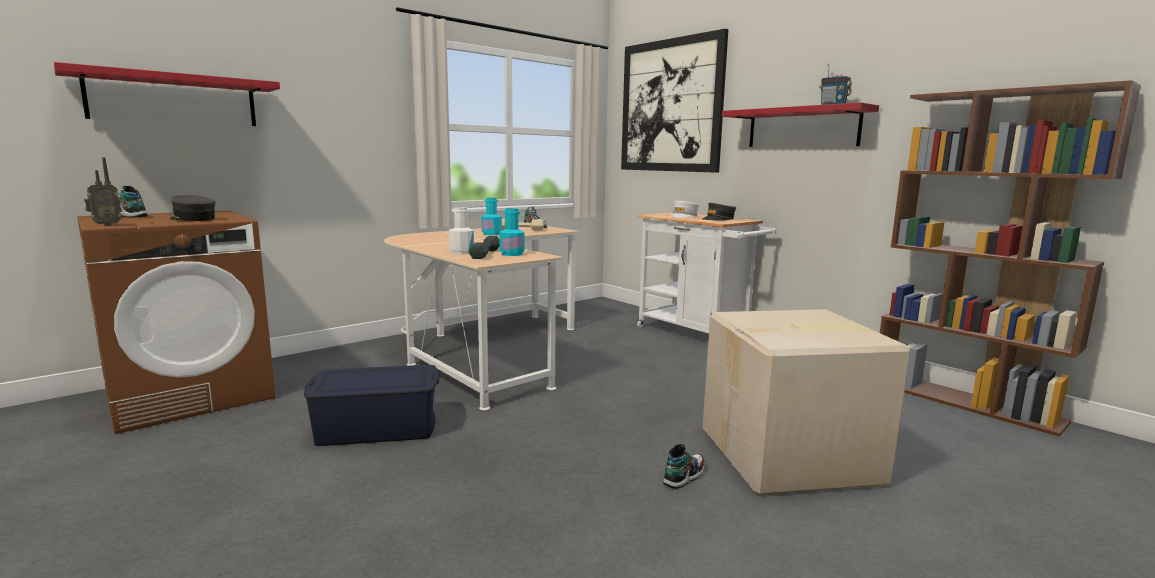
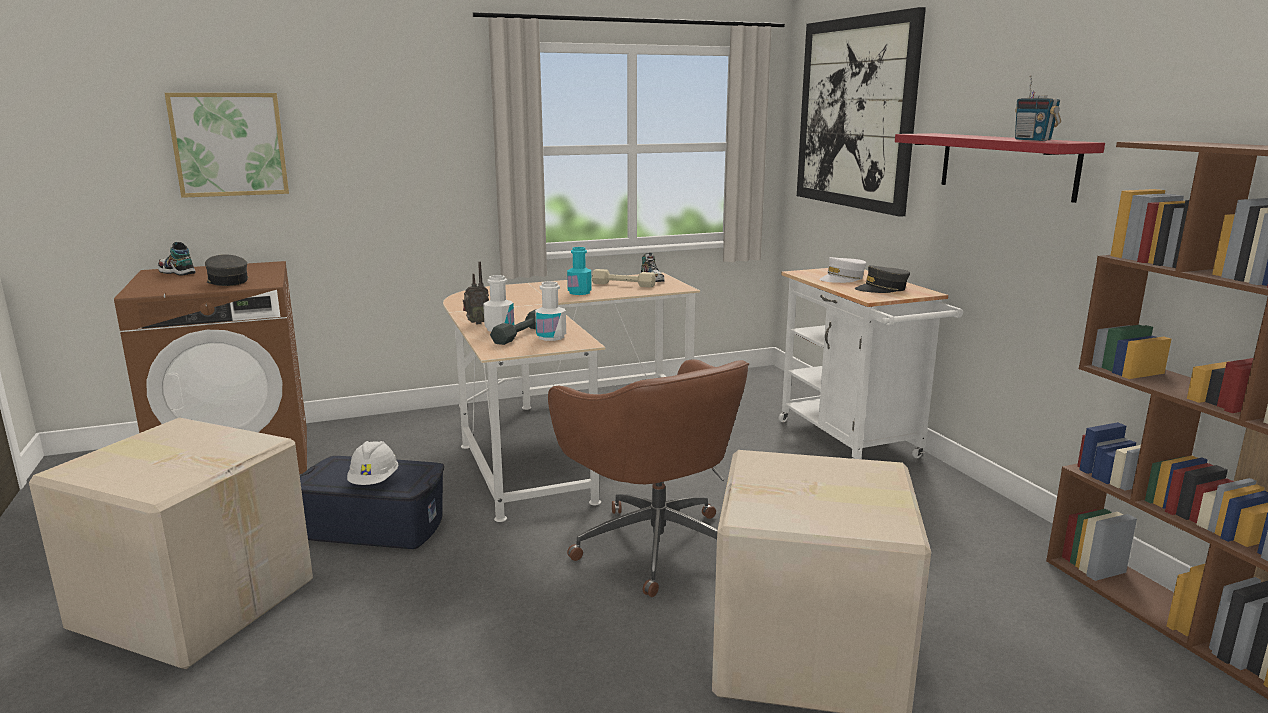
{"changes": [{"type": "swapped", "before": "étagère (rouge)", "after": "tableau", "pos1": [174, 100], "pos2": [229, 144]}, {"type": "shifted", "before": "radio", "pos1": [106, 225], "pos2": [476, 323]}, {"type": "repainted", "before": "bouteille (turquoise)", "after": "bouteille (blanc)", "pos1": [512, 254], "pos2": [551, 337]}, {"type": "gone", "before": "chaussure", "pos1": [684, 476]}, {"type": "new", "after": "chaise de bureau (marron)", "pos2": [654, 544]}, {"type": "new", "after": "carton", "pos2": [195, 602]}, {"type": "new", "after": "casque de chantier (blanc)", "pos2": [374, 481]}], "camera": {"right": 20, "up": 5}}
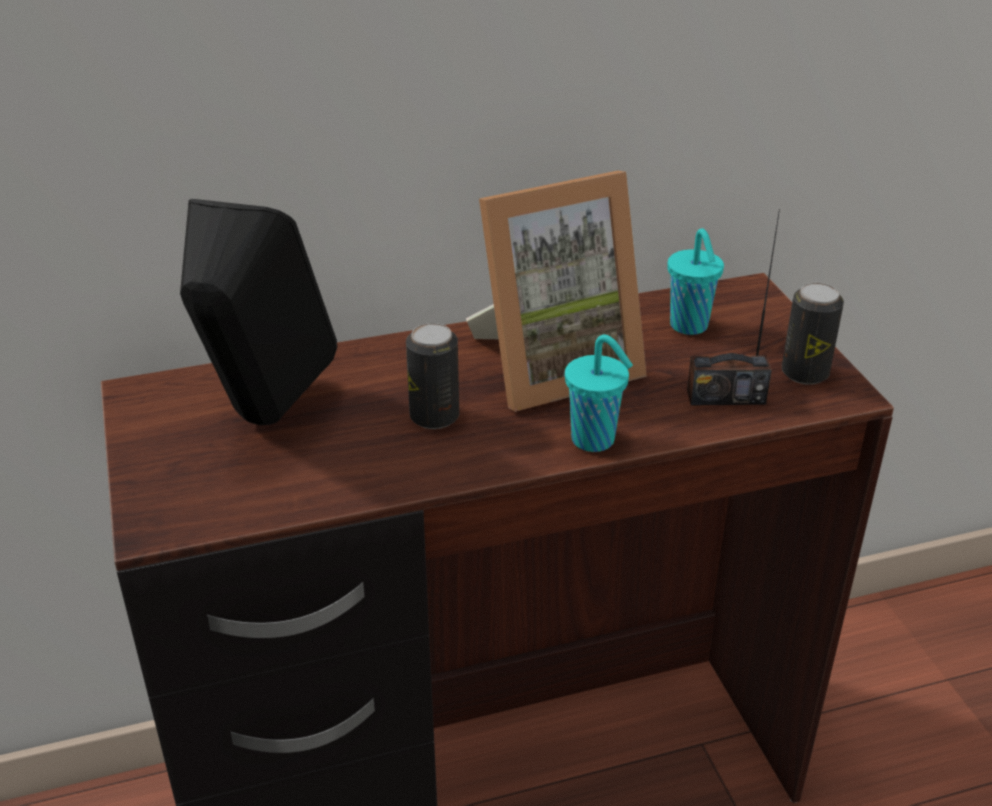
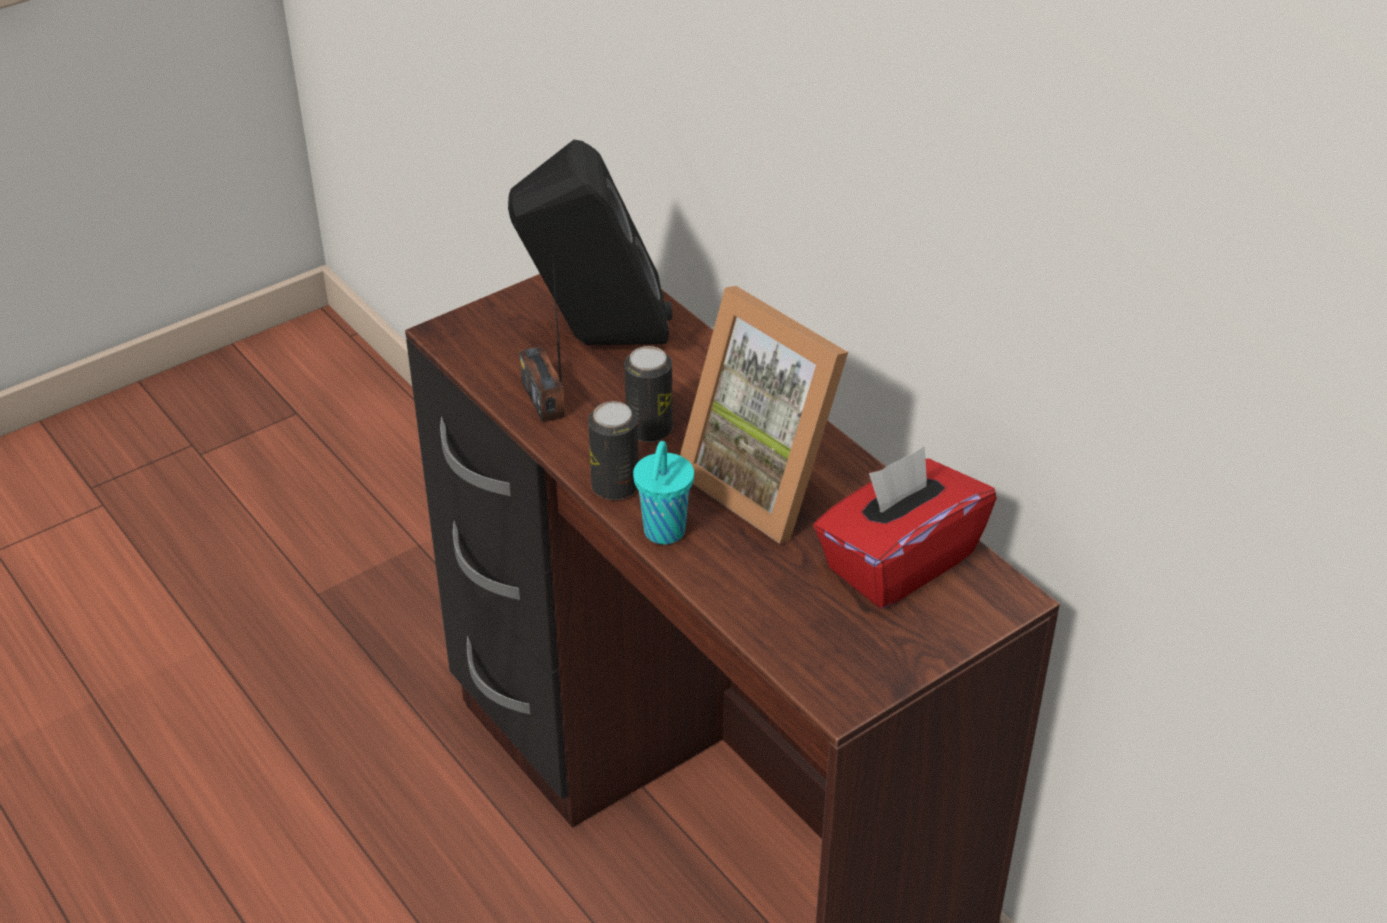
{"changes": [{"type": "shifted", "before": "radio", "pos1": [726, 397], "pos2": [543, 399]}, {"type": "swapped", "before": "tasse (turquoise)", "after": "boîte à mouchoirs (rouge)", "pos1": [690, 327], "pos2": [898, 561]}, {"type": "shifted", "before": "boîte métallique", "pos1": [805, 373], "pos2": [615, 486]}], "camera": {"right": 70, "up": 5}}
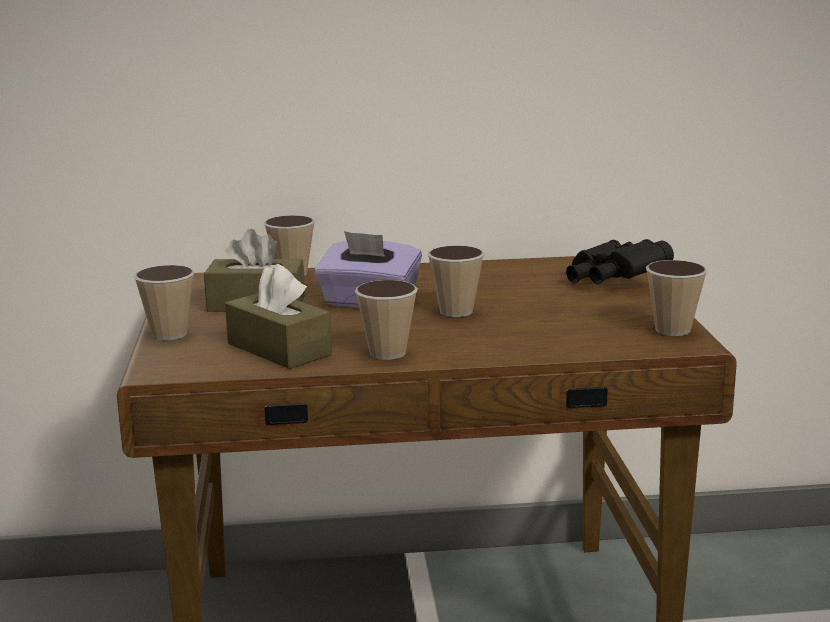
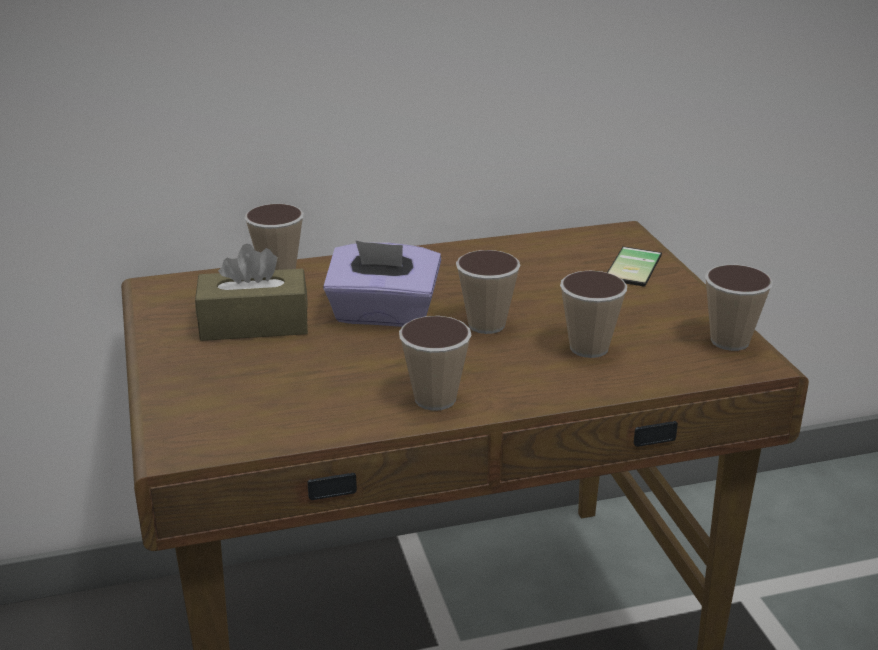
{"changes": [{"type": "swapped", "before": "jumelles (noir)", "after": "téléphone", "pos1": [612, 282], "pos2": [637, 267]}, {"type": "gone", "before": "boîte à mouchoirs (marron)", "pos1": [279, 349]}, {"type": "shifted", "before": "tasse", "pos1": [169, 334], "pos2": [589, 348]}], "camera": {"right": -10, "up": 10}}
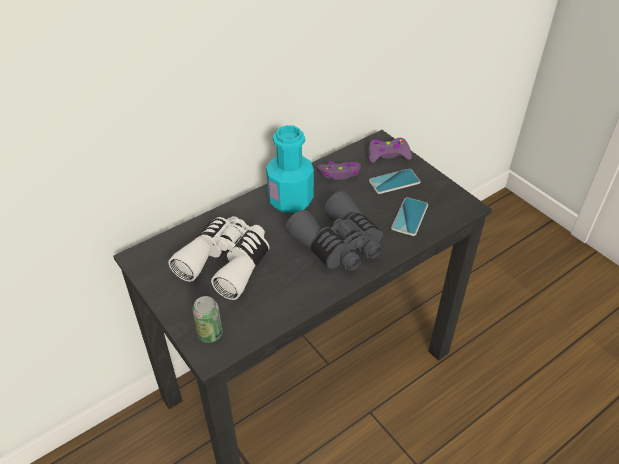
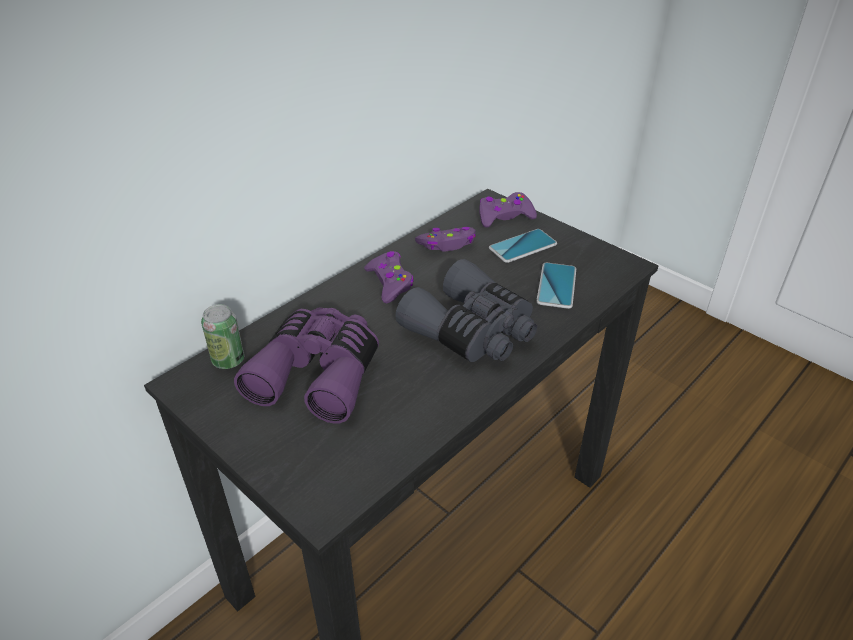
{"changes": [{"type": "swapped", "before": "bouteille (turquoise)", "after": "manette (violet)", "pos1": [290, 200], "pos2": [390, 282]}, {"type": "repainted", "before": "jumelles (blanc)", "after": "jumelles (violet)", "pos1": [227, 262], "pos2": [318, 373]}, {"type": "shifted", "before": "boîte métallique", "pos1": [210, 334], "pos2": [228, 360]}], "camera": {"right": -10, "up": -5}}
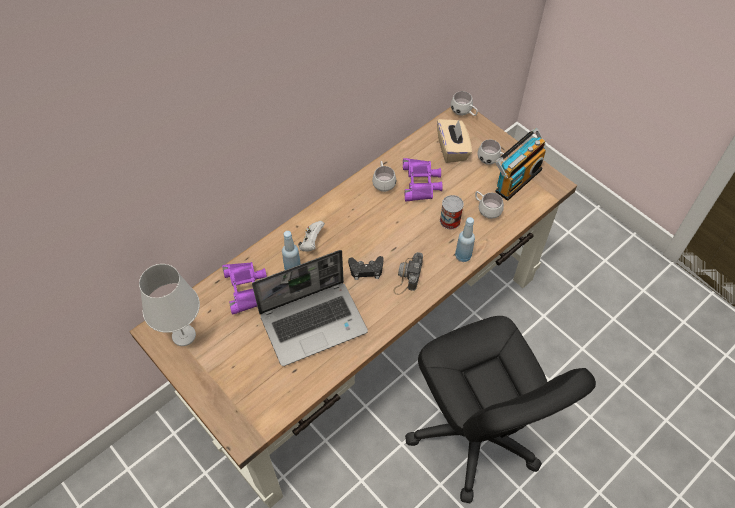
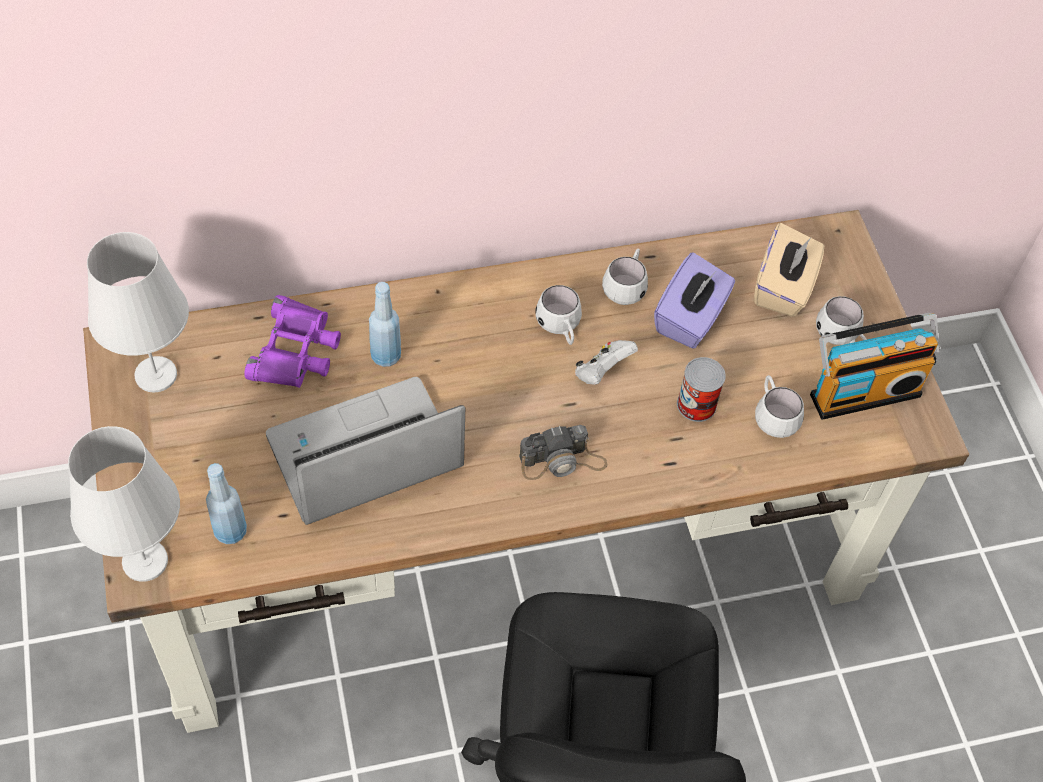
{"changes": [{"type": "shifted", "before": "mug (blanc)", "pos1": [464, 113], "pos2": [560, 329]}, {"type": "swapped", "before": "jumelles (violet)", "after": "boîte à mouchoirs (violet)", "pos1": [421, 183], "pos2": [690, 318]}, {"type": "shifted", "before": "bouteille (bleu)", "pos1": [463, 256], "pos2": [230, 531]}, {"type": "shifted", "before": "manette (blanc)", "pos1": [311, 242], "pos2": [602, 372]}, {"type": "rotated", "before": "ordinateur portable", "pos1": [314, 322], "pos2": [363, 456], "turn": 150}, {"type": "rotated", "before": "appareil photo", "pos1": [408, 277], "pos2": [562, 461], "turn": -150}, {"type": "gone", "before": "manette (noir)", "pos1": [366, 270]}, {"type": "new", "after": "lampe de table (blanc)", "pos2": [144, 561]}], "camera": {"right": 25, "up": 0}}
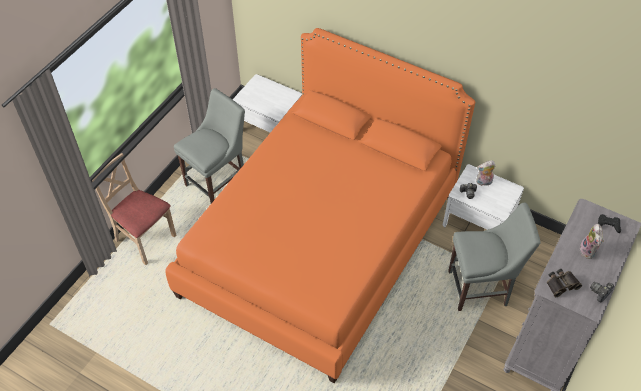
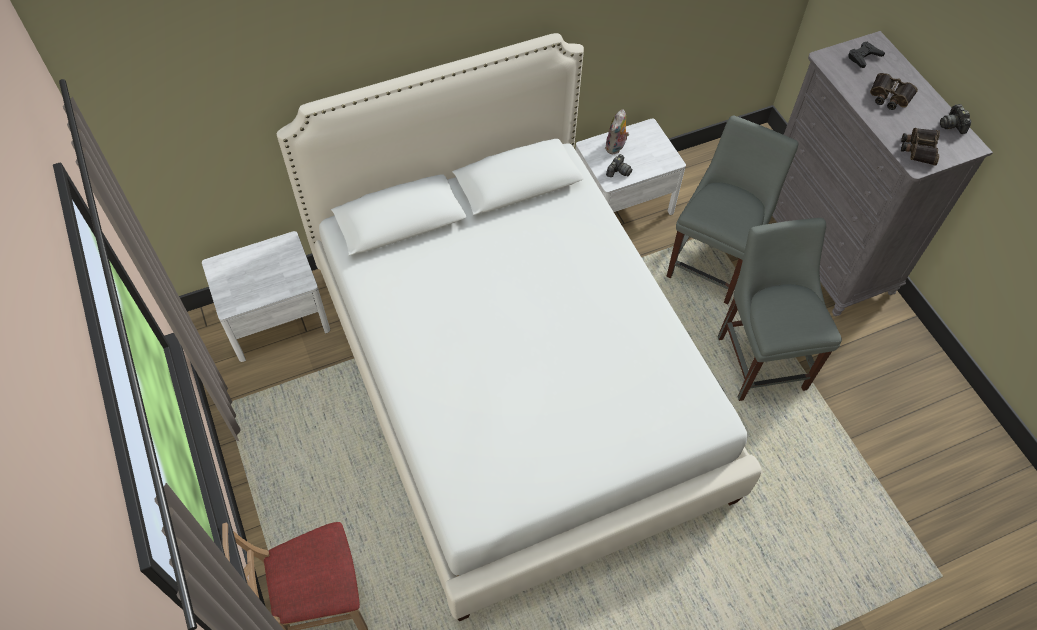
{"changes": [{"type": "repainted", "before": "lit (orange)", "after": "lit (blanc)", "pos1": [321, 242], "pos2": [516, 380]}, {"type": "shifted", "before": "chaise (gris)", "pos1": [218, 182], "pos2": [760, 358]}, {"type": "swapped", "before": "peluche", "after": "jumelles", "pos1": [589, 251], "pos2": [889, 96]}], "camera": {"right": -55, "up": 5}}
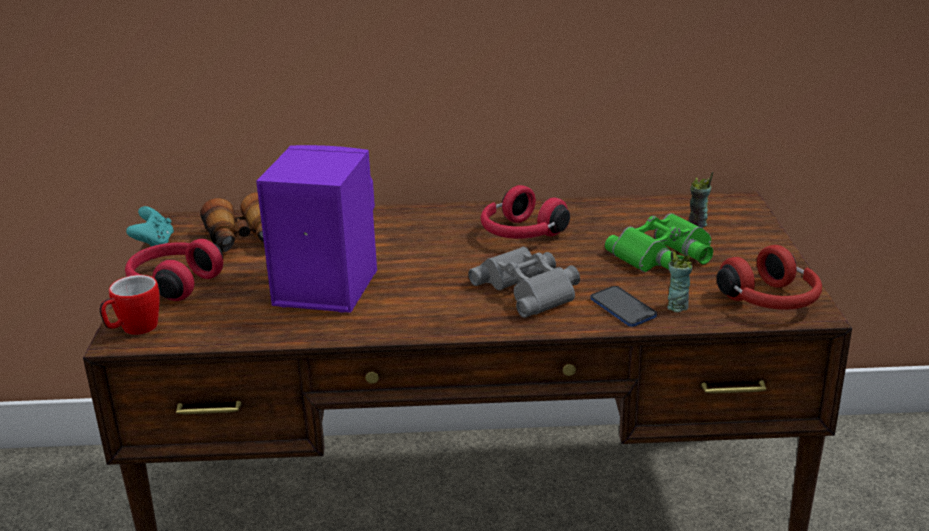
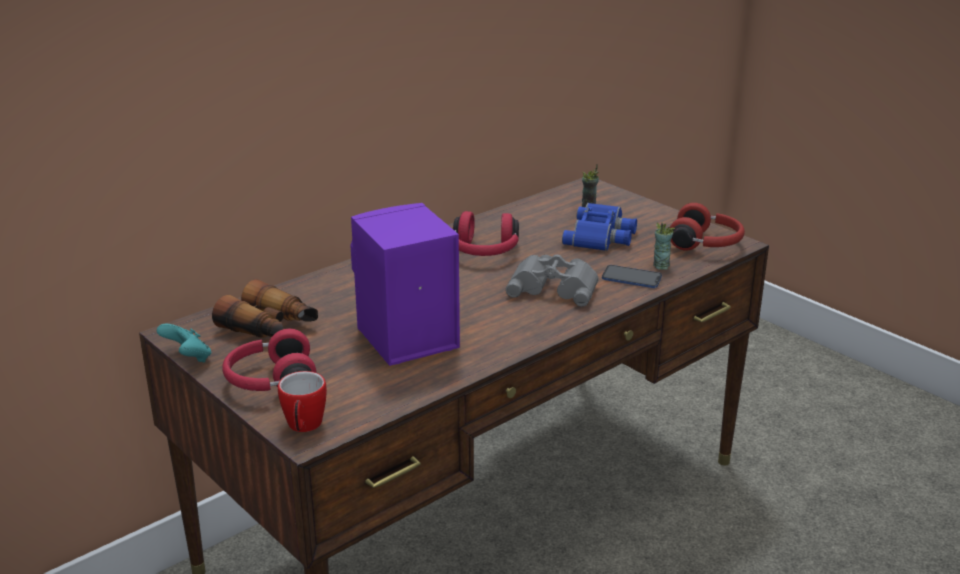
{"changes": [{"type": "repainted", "before": "jumelles (vert)", "after": "jumelles (bleu)", "pos1": [664, 255], "pos2": [601, 236]}], "camera": {"right": -40, "up": 0}}
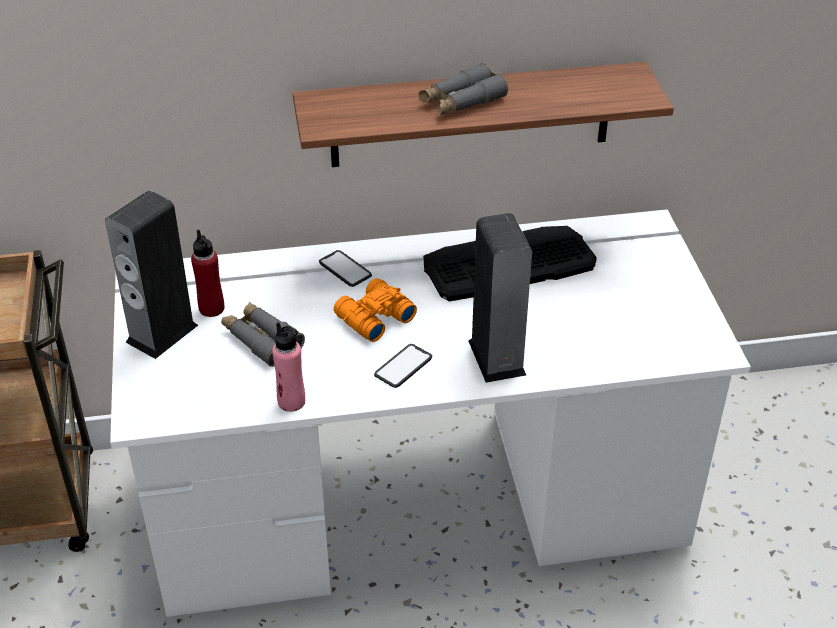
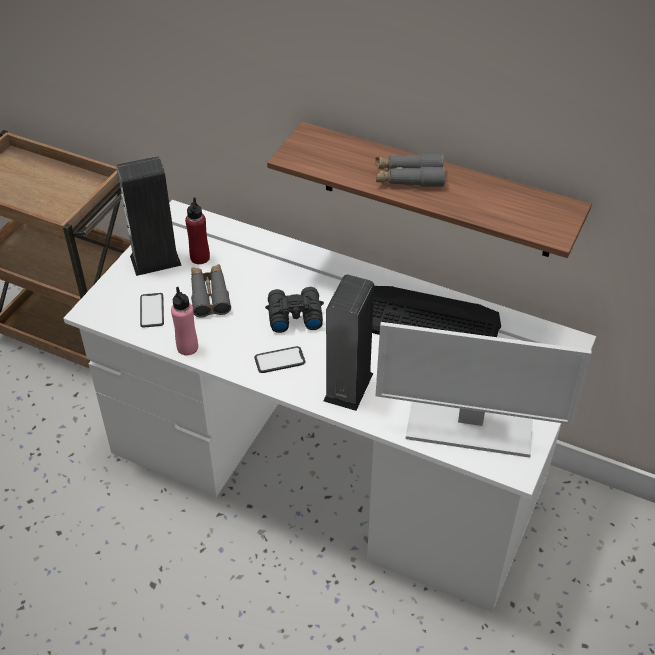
{"changes": [{"type": "shifted", "before": "téléphone", "pos1": [345, 269], "pos2": [152, 311]}, {"type": "repainted", "before": "jumelles (orange)", "after": "jumelles (noir)", "pos1": [373, 318], "pos2": [293, 315]}, {"type": "new", "after": "écran d'ordinateur", "pos2": [468, 425]}], "camera": {"right": 35, "up": 5}}
